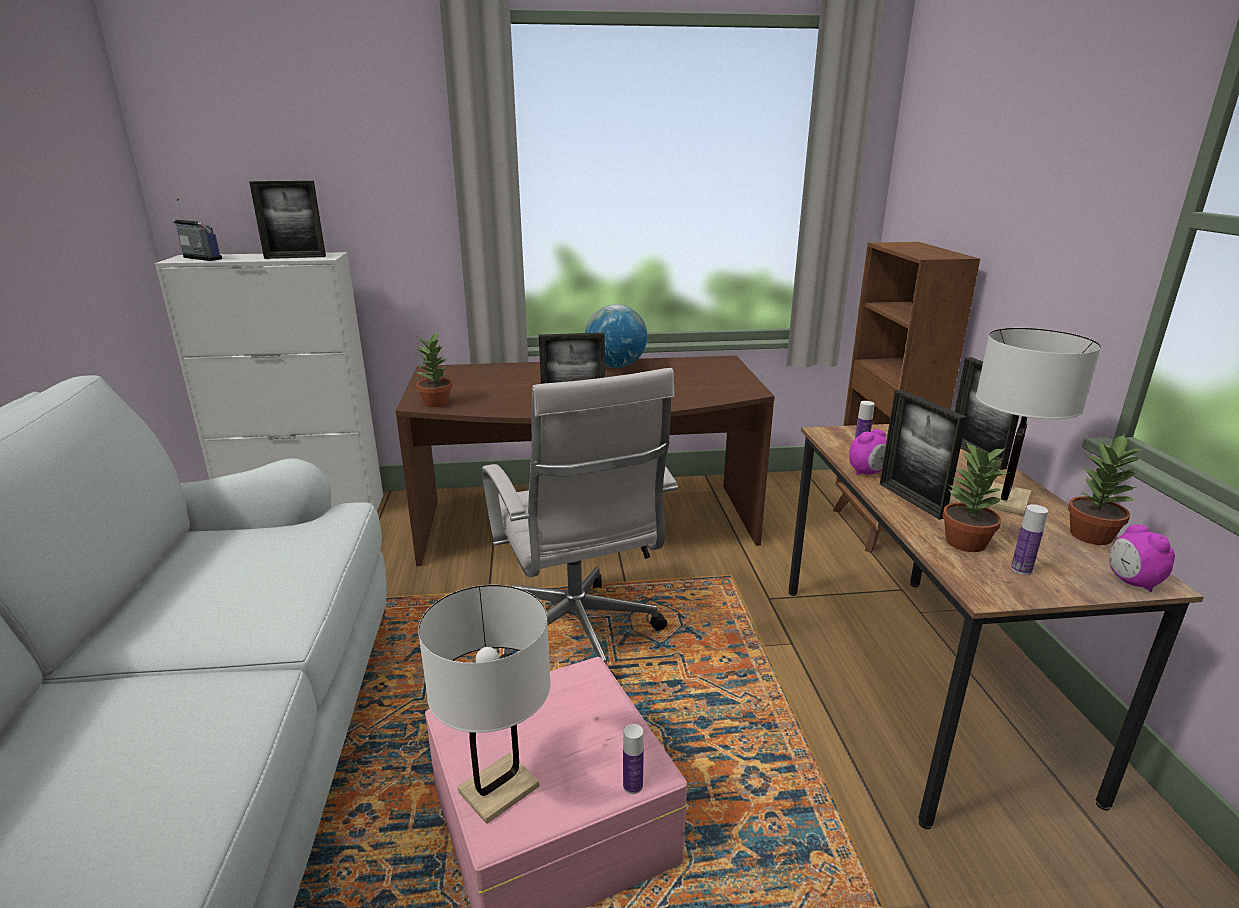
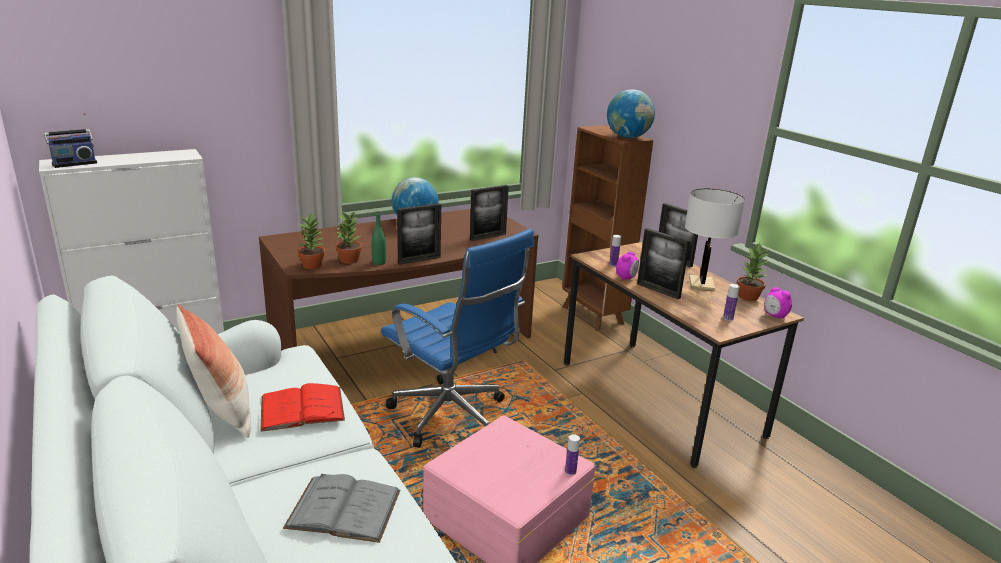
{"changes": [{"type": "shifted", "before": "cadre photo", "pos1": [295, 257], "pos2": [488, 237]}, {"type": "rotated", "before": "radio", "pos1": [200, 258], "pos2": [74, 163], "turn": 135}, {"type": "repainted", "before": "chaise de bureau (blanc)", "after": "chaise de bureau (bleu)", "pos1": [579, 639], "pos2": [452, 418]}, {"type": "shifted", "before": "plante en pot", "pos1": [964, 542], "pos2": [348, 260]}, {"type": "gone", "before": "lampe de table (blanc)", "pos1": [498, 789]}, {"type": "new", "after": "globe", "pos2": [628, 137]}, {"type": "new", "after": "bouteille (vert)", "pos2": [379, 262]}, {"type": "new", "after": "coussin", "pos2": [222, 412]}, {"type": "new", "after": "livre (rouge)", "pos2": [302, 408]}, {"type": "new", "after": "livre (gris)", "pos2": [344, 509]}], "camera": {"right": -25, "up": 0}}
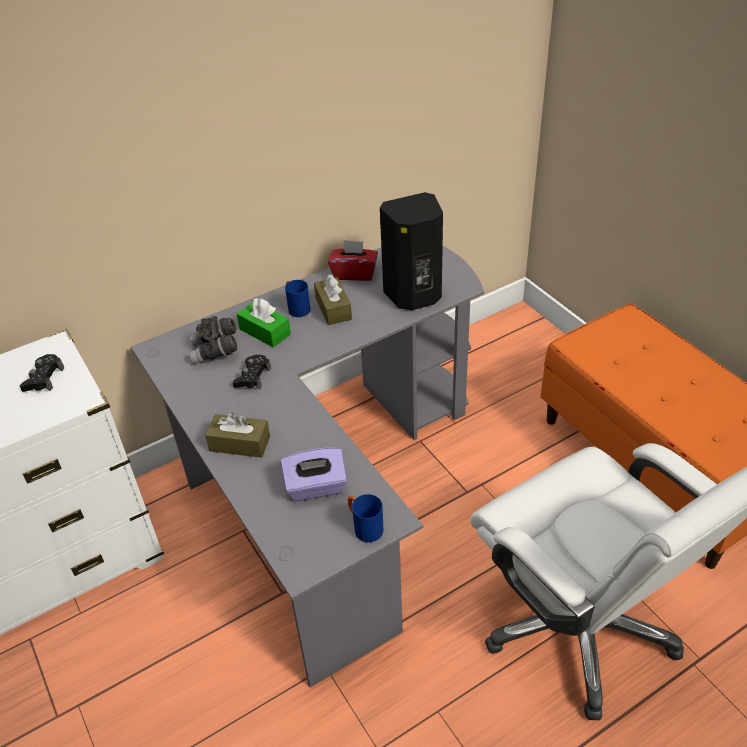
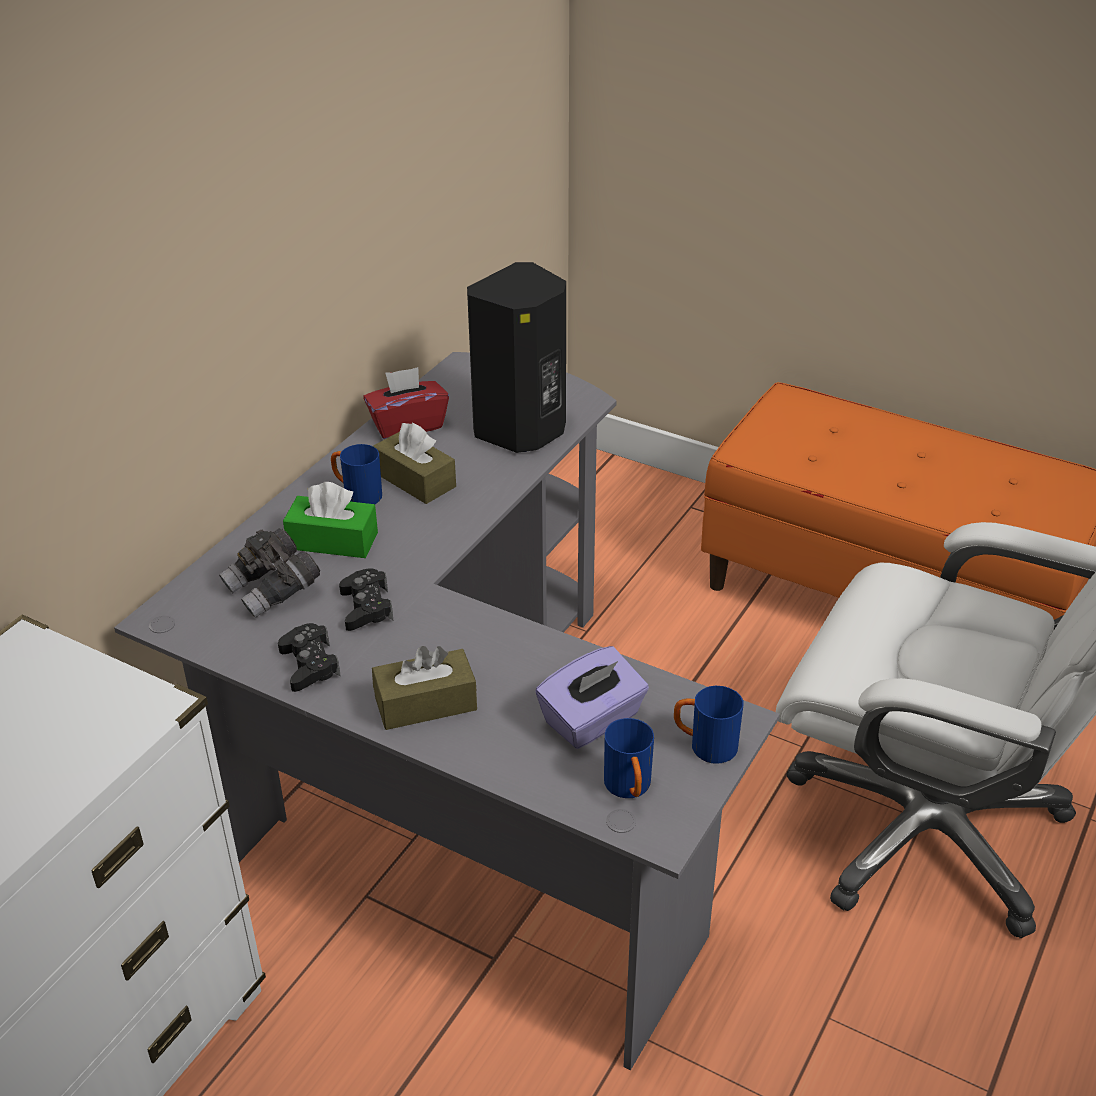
{"changes": [{"type": "shifted", "before": "manette (noir)", "pos1": [44, 378], "pos2": [309, 665]}, {"type": "new", "after": "mug (bleu)", "pos2": [629, 789]}], "camera": {"right": -30, "up": -5}}
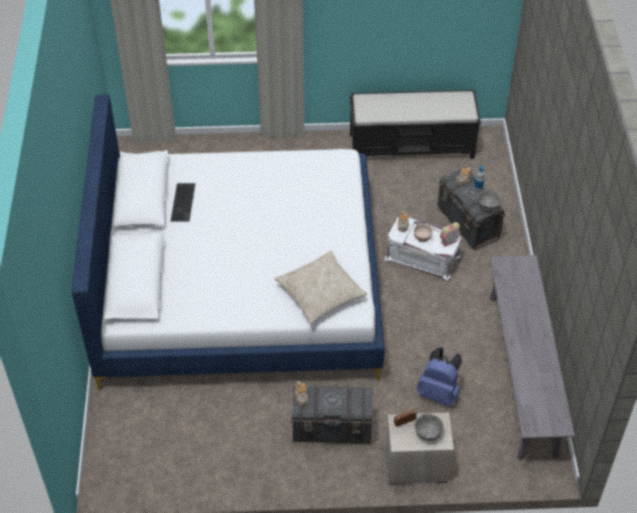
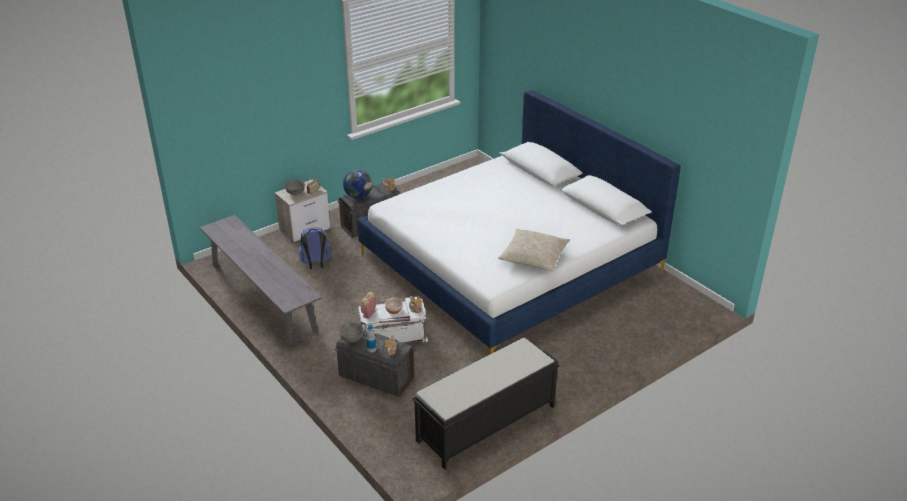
{"changes": [{"type": "gone", "before": "clavier", "pos1": [182, 202]}, {"type": "shifted", "before": "coussin (beige)", "pos1": [321, 293], "pos2": [533, 256]}, {"type": "new", "after": "globe", "pos2": [358, 196]}], "camera": {"right": 145, "up": -15}}
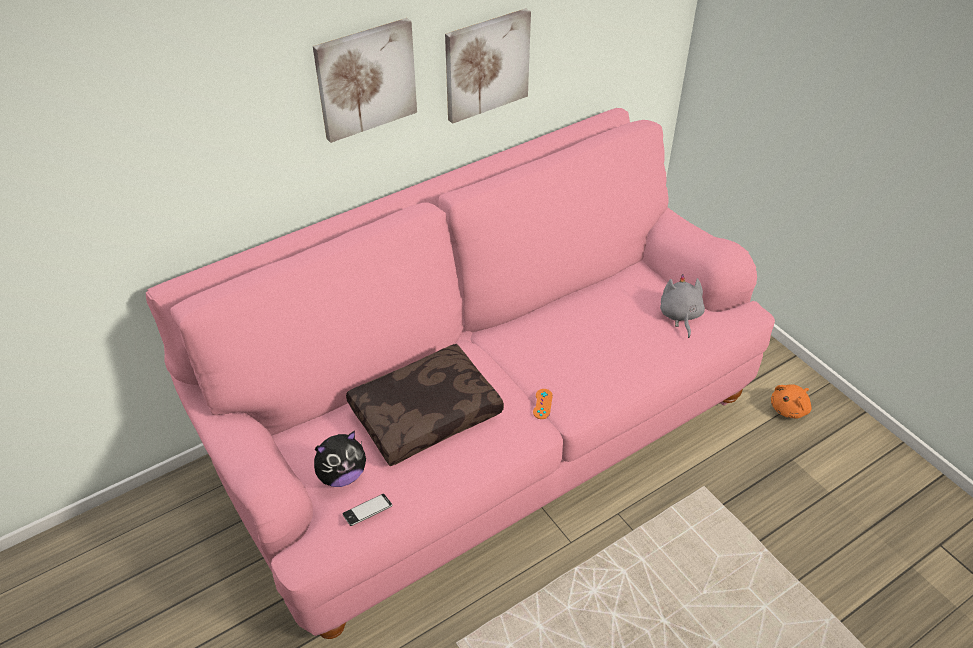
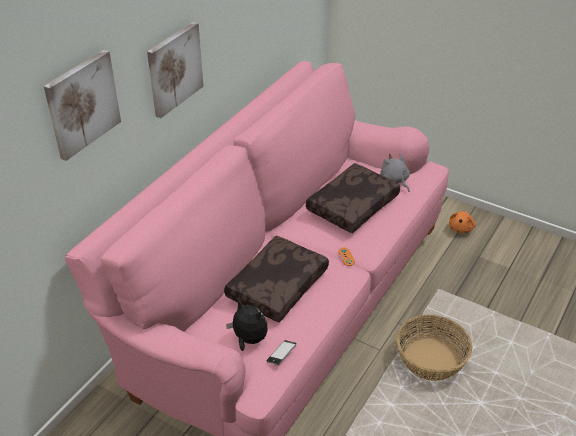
{"changes": [{"type": "shifted", "before": "tableau", "pos1": [486, 64], "pos2": [82, 104]}, {"type": "rotated", "before": "peluche", "pos1": [342, 475], "pos2": [248, 340], "turn": -90}, {"type": "new", "after": "coussin (marron)", "pos2": [352, 205]}, {"type": "new", "after": "panier", "pos2": [431, 359]}], "camera": {"right": -25, "up": -5}}
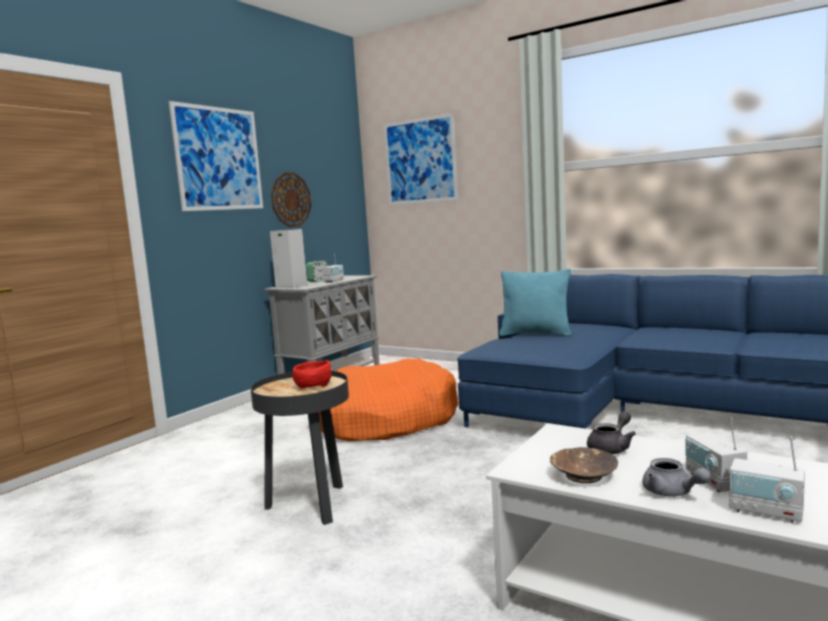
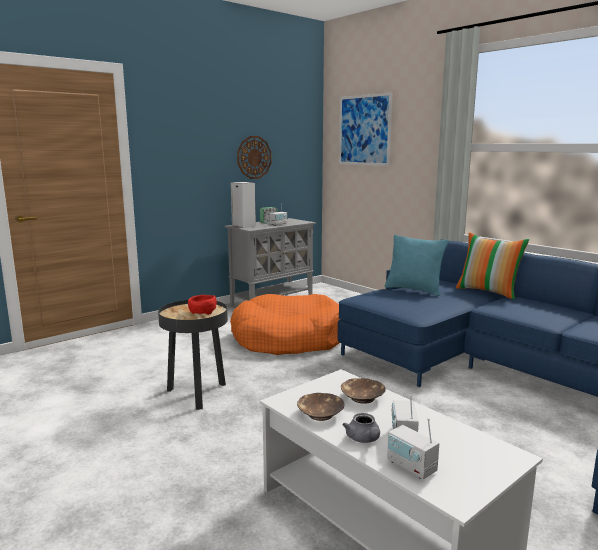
{"changes": [{"type": "gone", "before": "tableau", "pos1": [218, 159]}, {"type": "swapped", "before": "théière (gris)", "after": "bol (marron)", "pos1": [611, 448], "pos2": [362, 397]}, {"type": "new", "after": "coussin", "pos2": [488, 292]}], "camera": {"right": 15, "up": 5}}
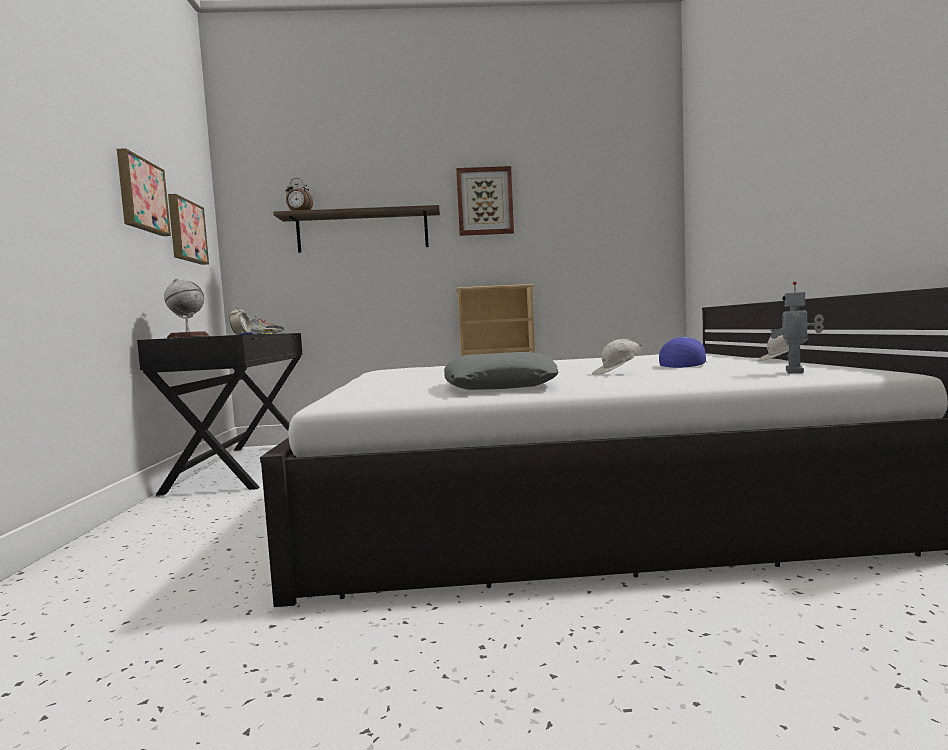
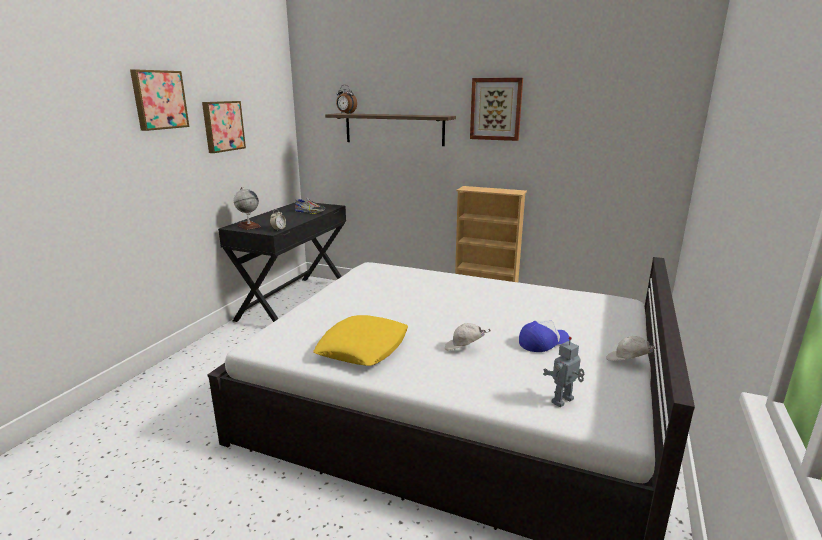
{"changes": [{"type": "shifted", "before": "tableau", "pos1": [186, 231], "pos2": [159, 100]}, {"type": "repainted", "before": "coussin (gris)", "after": "coussin (jaune)", "pos1": [500, 385], "pos2": [363, 348]}], "camera": {"right": 25, "up": 15}}
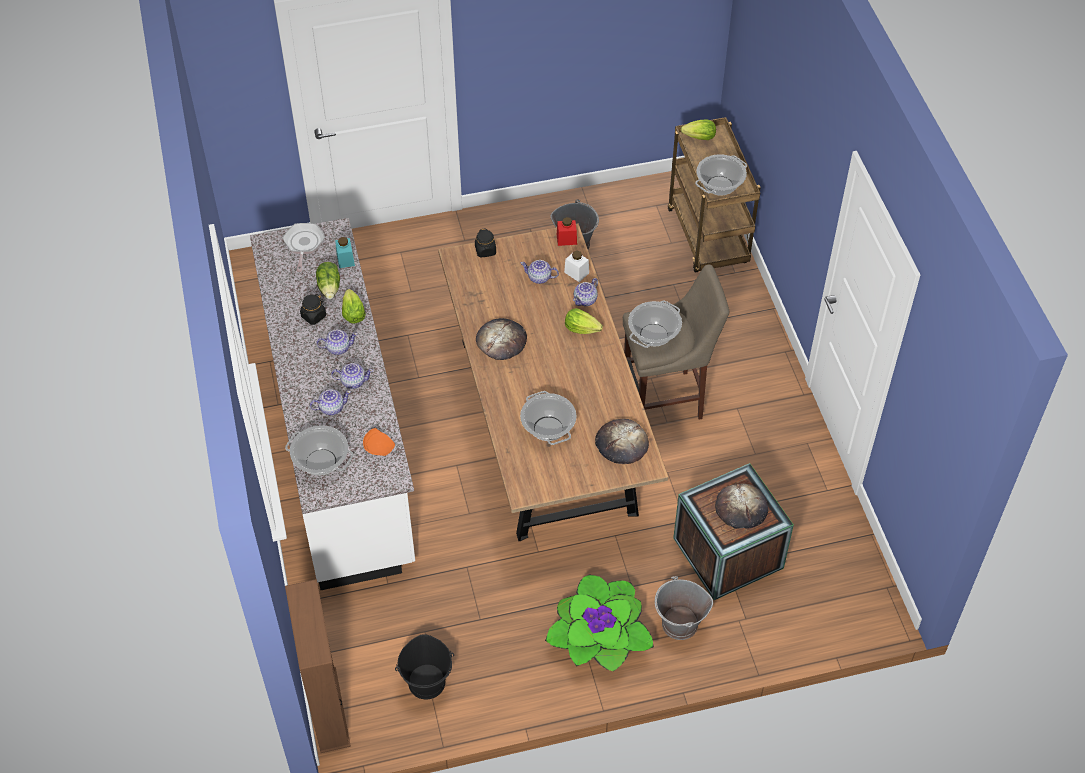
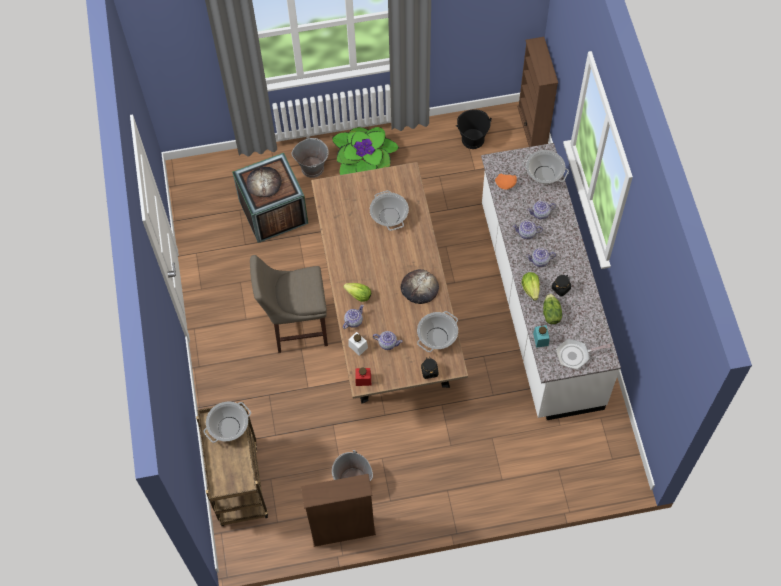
{"changes": [{"type": "gone", "before": "laitue", "pos1": [699, 137]}, {"type": "rotated", "before": "poêle", "pos1": [304, 244], "pos2": [575, 355], "turn": 75}, {"type": "shifted", "before": "marmite", "pos1": [654, 335], "pos2": [437, 337]}, {"type": "gone", "before": "pain", "pos1": [621, 443]}, {"type": "new", "after": "bibliothèque (marron)", "pos2": [343, 531]}], "camera": {"right": -175, "up": 10}}
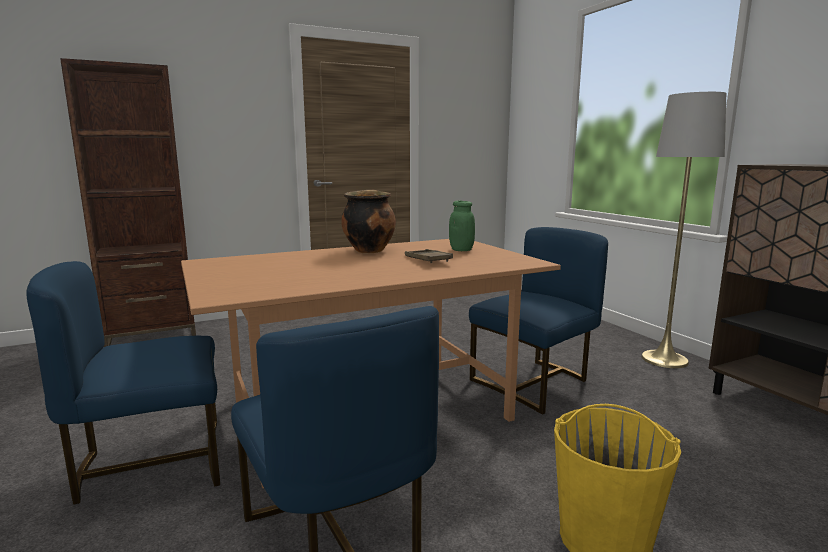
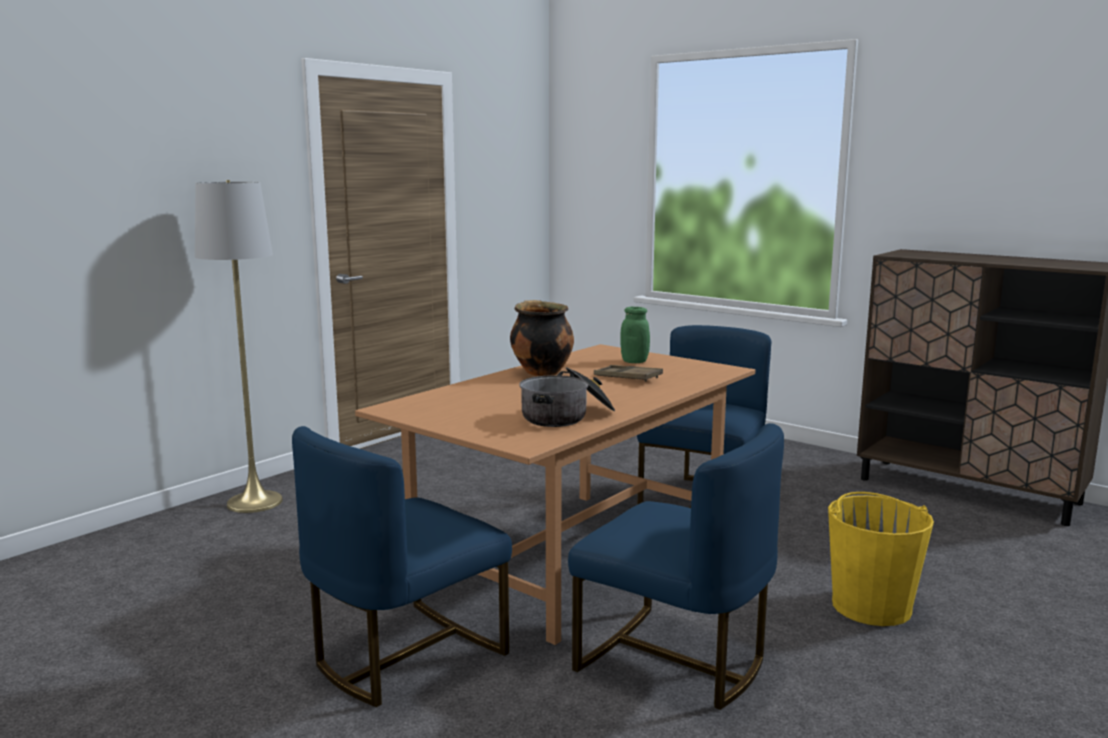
{"changes": [{"type": "gone", "before": "bibliothèque (marron)", "pos1": [152, 337]}, {"type": "shifted", "before": "lampadaire (gris)", "pos1": [664, 359], "pos2": [255, 502]}, {"type": "new", "after": "marmite", "pos2": [567, 416]}], "camera": {"right": -25, "up": 0}}
